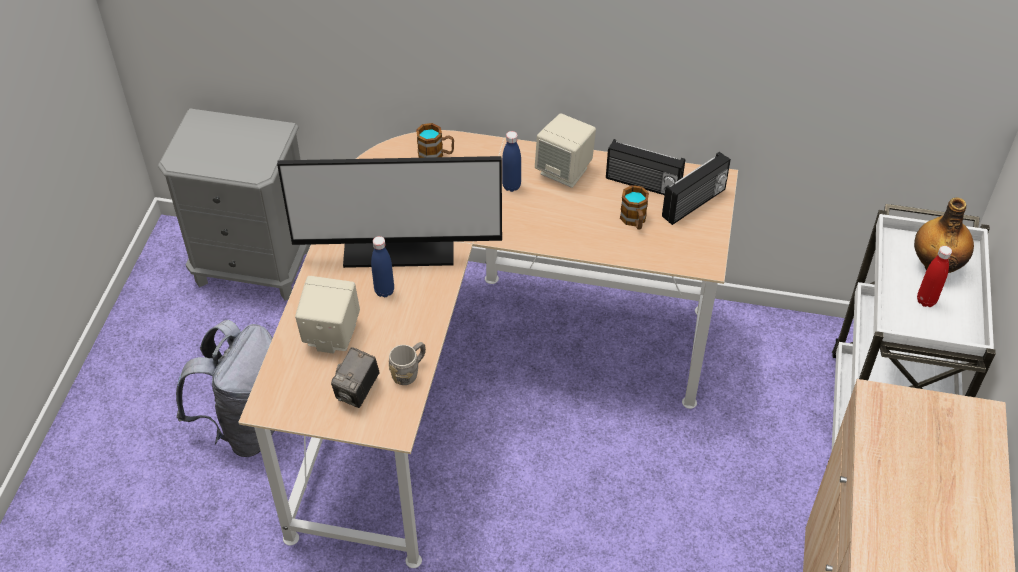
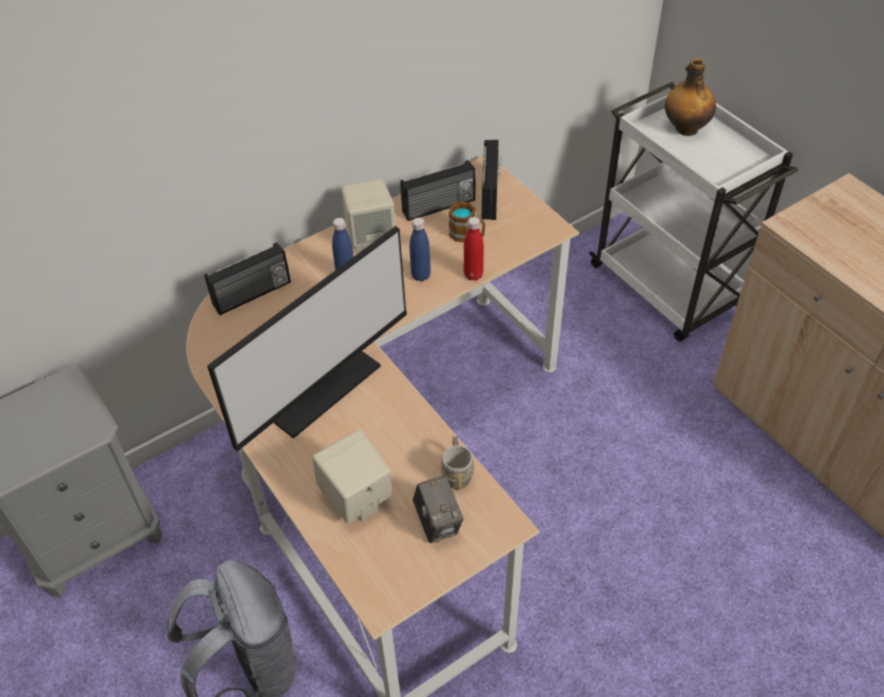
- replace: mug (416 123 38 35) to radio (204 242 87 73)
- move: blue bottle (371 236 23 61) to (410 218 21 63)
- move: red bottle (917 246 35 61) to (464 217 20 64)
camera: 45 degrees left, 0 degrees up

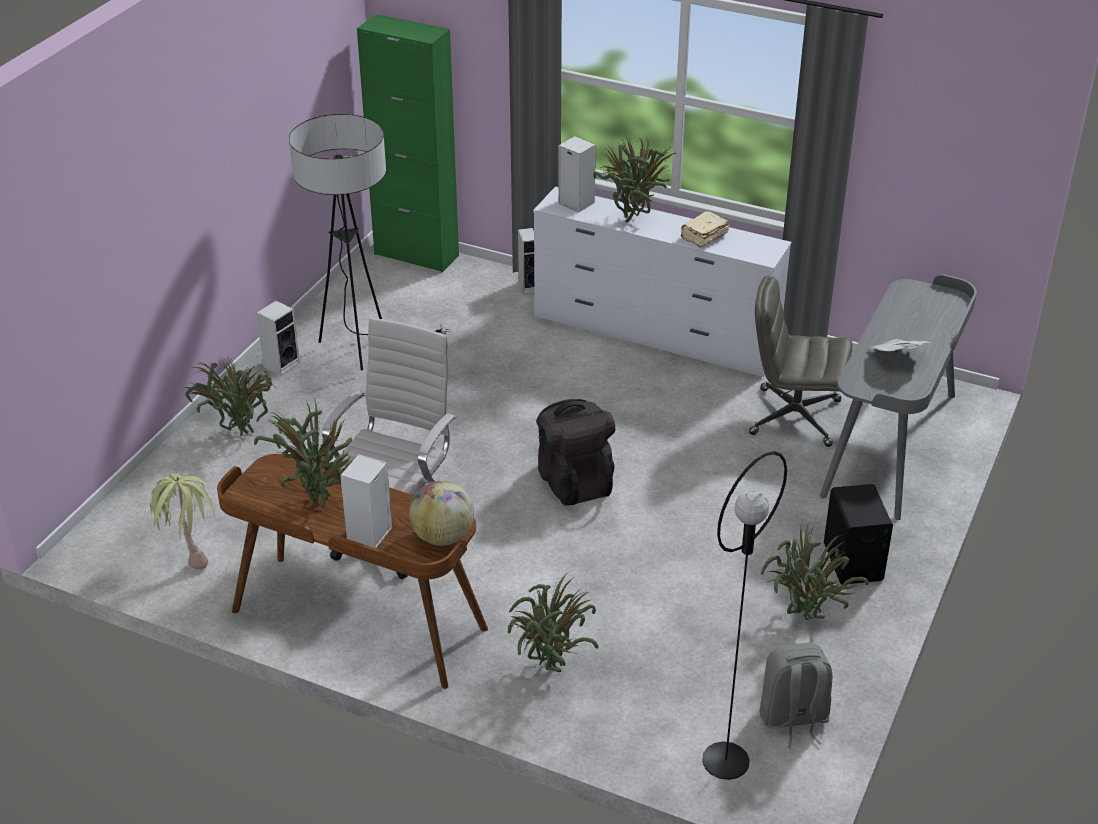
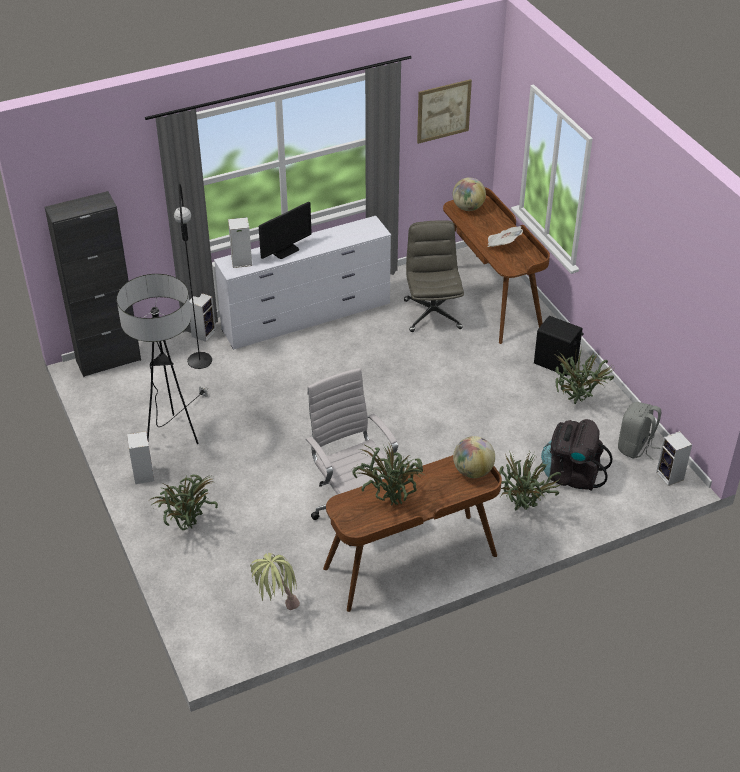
- recolor: green cabinet (357 14 102 259) to black cabinet (45 191 96 186)
- replace: potted plant (593 136 84 86) to monitor (259 202 53 57)
- delete: beige book (681 211 49 37)
- recolor: grey desk (820 274 157 246) to brown desk (443 187 107 157)
- rotate: grey office chair (749 276 104 171) = (404 220 60 112) 120 degrees clockwise
- move: black backpack (536 399 79 107) to (541 419 71 72)
- move: black floor lamp (702 451 85 329) to (174 183 38 186)
- move: speaker (340 454 52 94) to (656 431 36 55)
- insert: picture (417 79 55 65)
- insert: globe (452 177 34 34)
camera: 50 degrees left, 5 degrees up

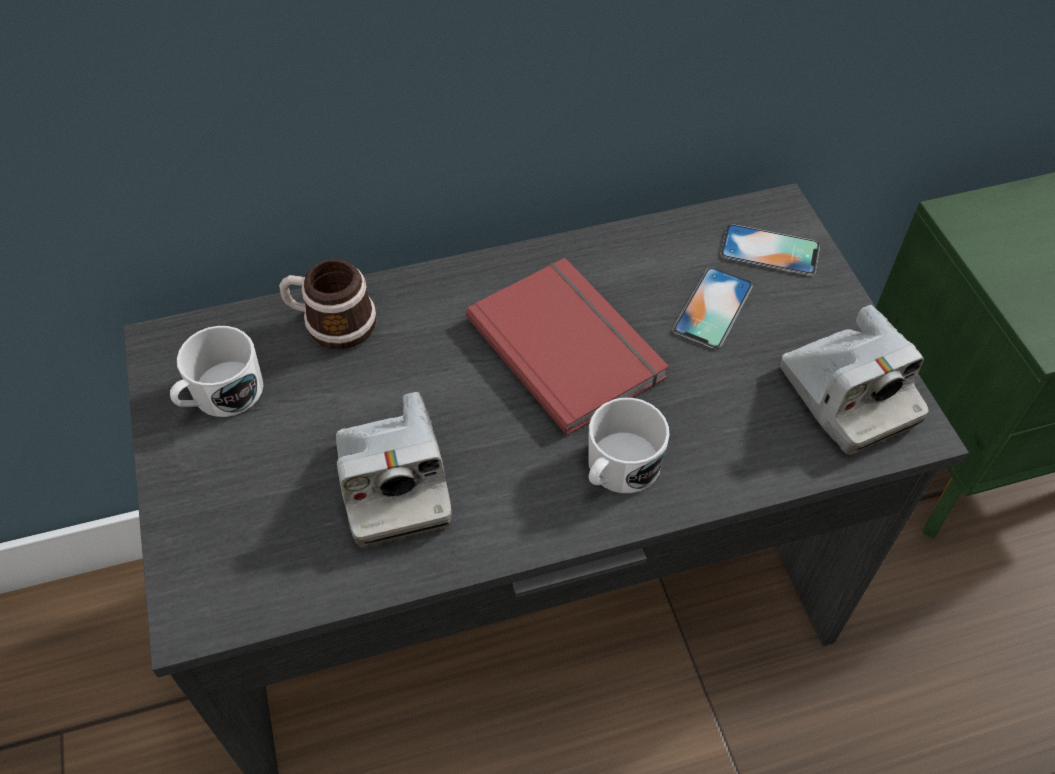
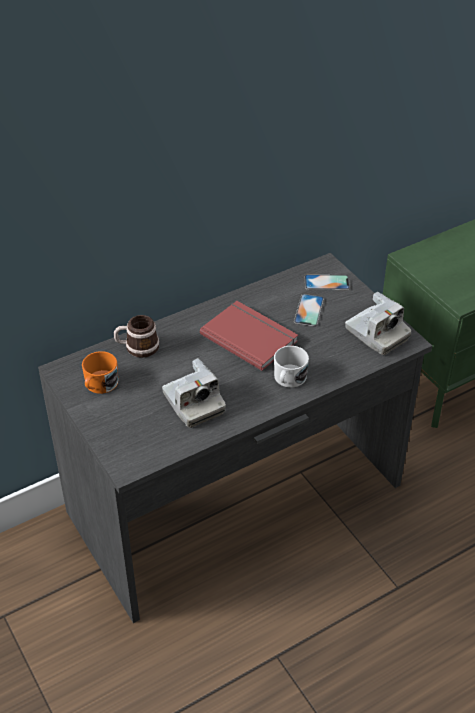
- recolor: white mug (170 326 94 91) to orange mug (82 351 36 43)
camera: 15 degrees left, 10 degrees down

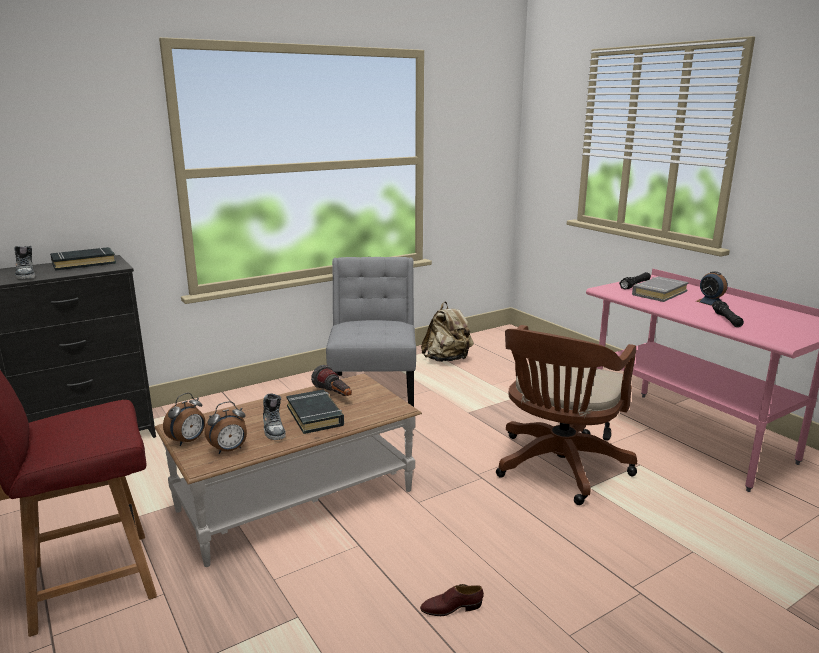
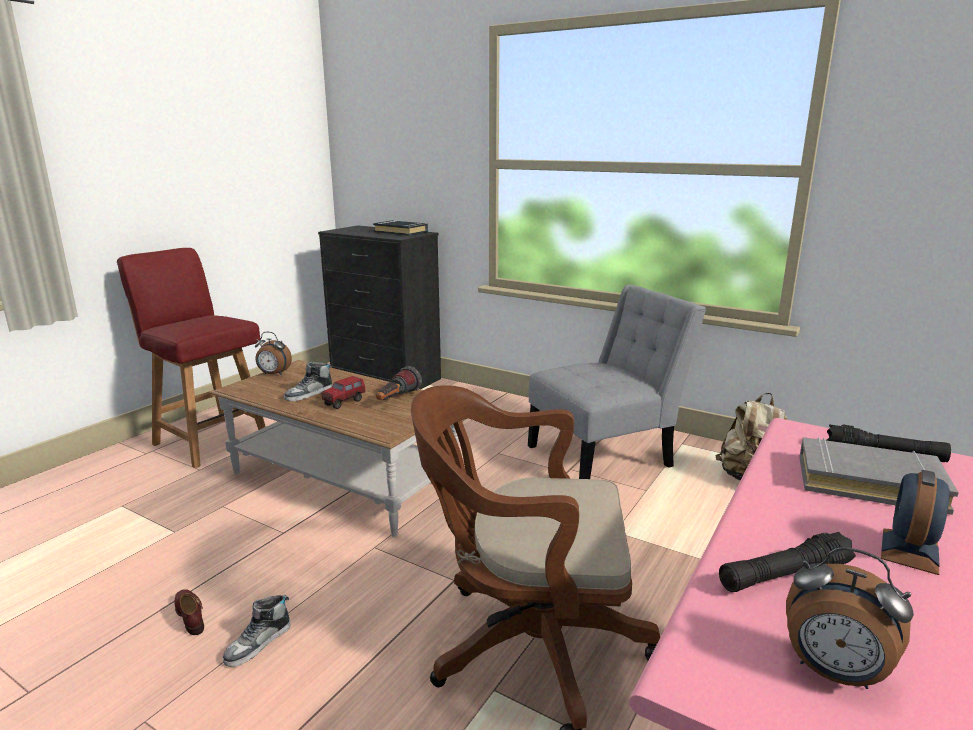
- move: shoe (14 246 21 33) to (223 595 68 72)
- replace: black book (286 390 58 44) to toy truck (322 376 44 33)
- move: alarm clock (205 401 42 53) to (786 547 128 142)
camera: 65 degrees right, 0 degrees up

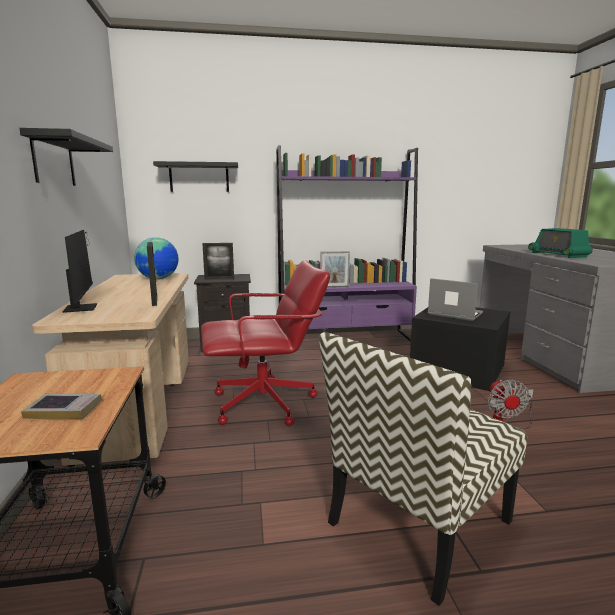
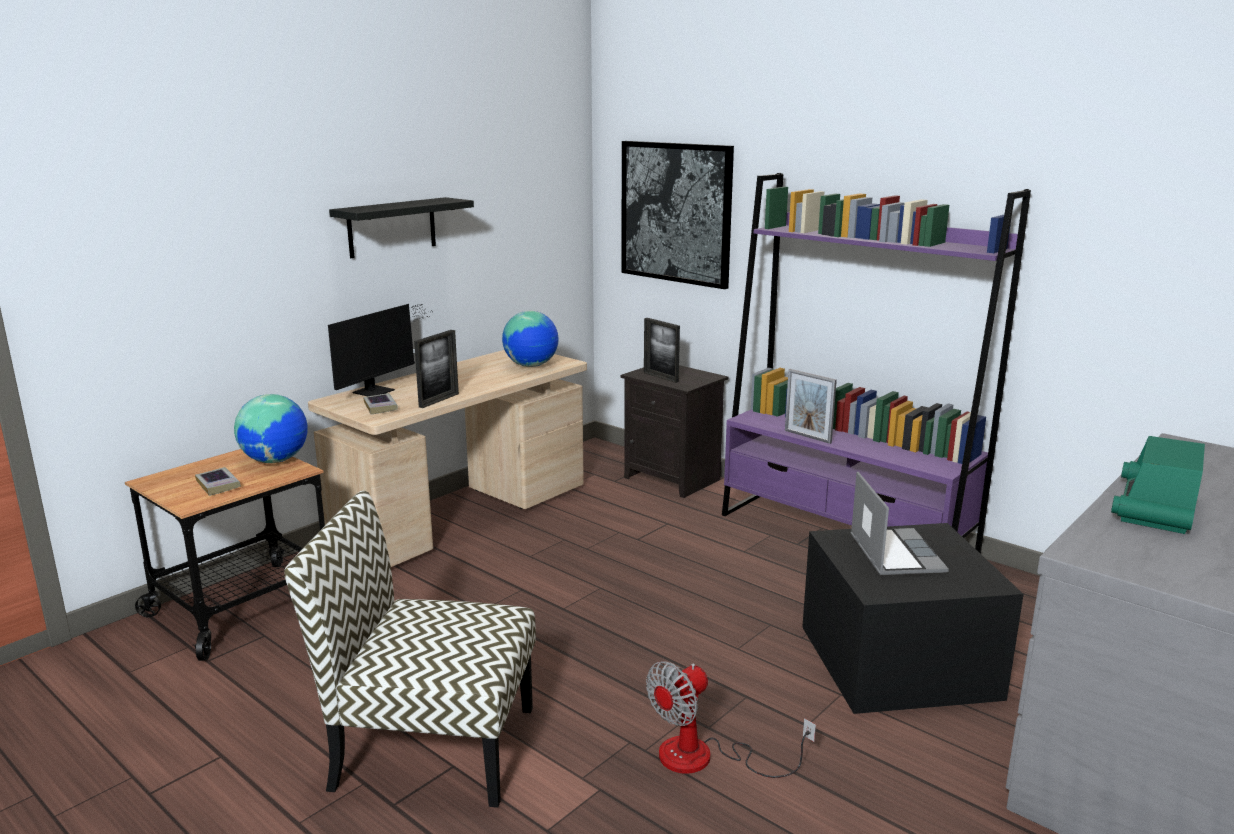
- replace: black shelf (153 161 85 31) to picture (622 141 112 148)
- delete: red office chair (201 260 129 166)
- insert: book (363 393 35 21)
- insert: globe (234 394 74 69)
camera: 50 degrees right, 5 degrees up

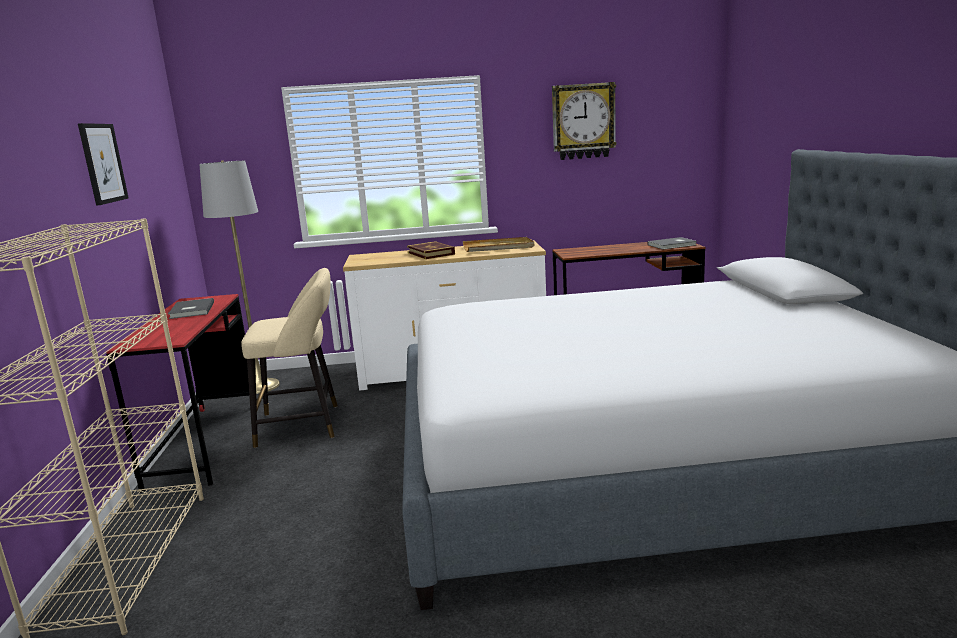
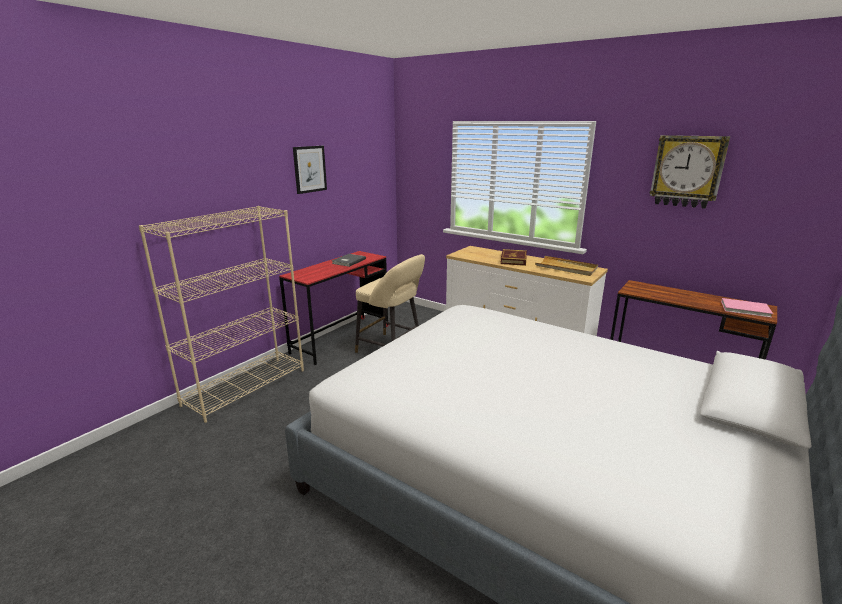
- delete: grey floor lamp (199 160 81 234)
- recolor: grey book (648 237 49 12) to pink book (721 298 52 20)
camera: 40 degrees right, 5 degrees up

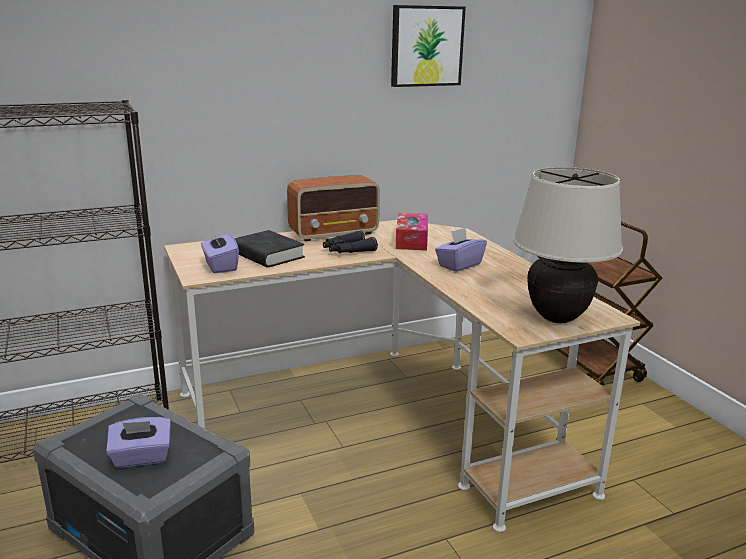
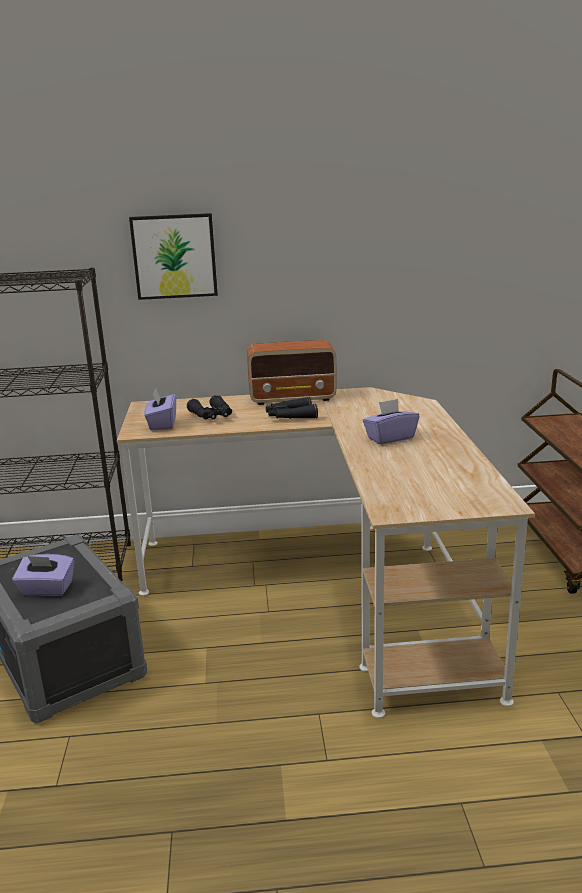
- move: picture (391 5 75 82) to (129 213 89 87)
- delete: beige table lamp (513 167 110 156)
- delete: tissue box (395 213 33 37)
- replace: black book (234 230 71 38) to black binoculars (187 395 45 24)
camera: 20 degrees right, 0 degrees up

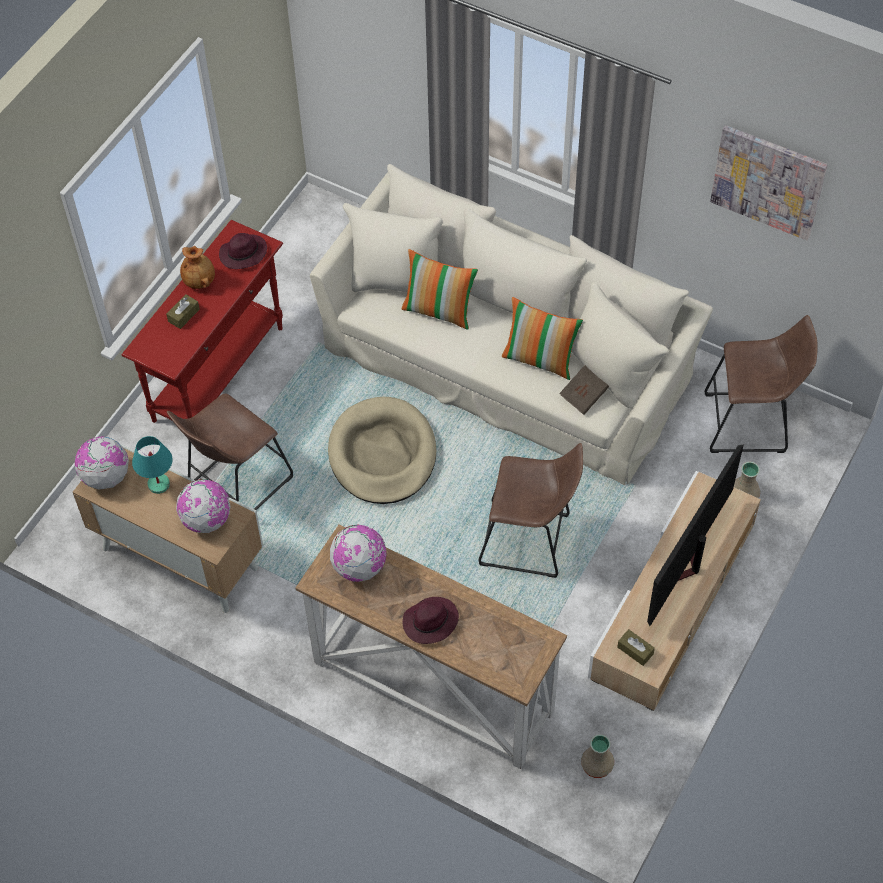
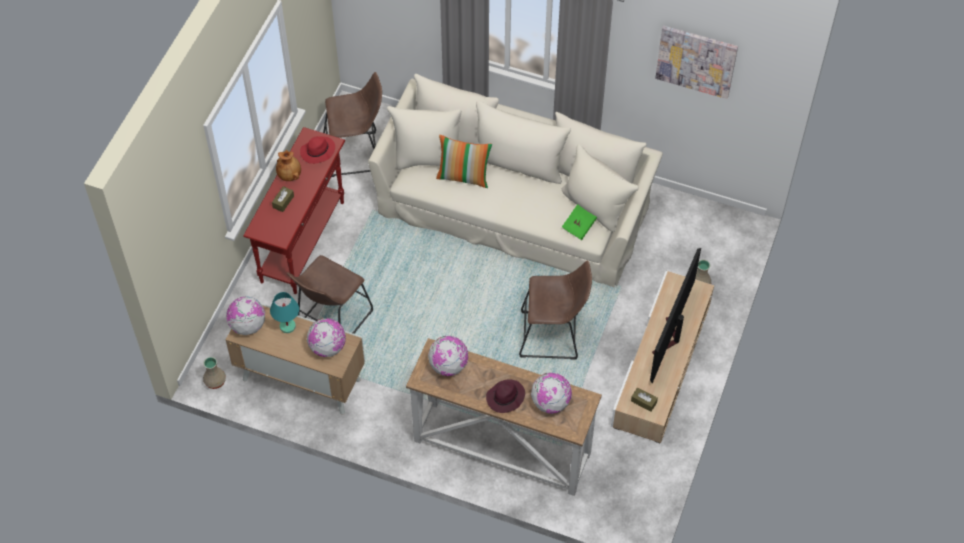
- recolor: purple hat (219 233 48 36) to red hat (300 136 35 28)
- delete: pillow (502 297 81 83)
- move: brown stool (705 315 113 138) to (323 72 59 105)
- recolor: brown book (559 365 50 50) to green book (562 204 35 36)
- delete: beige dog bed (328 397 108 107)
- move: beige vase (581 734 33 44) to (203 357 23 32)
- insert: globe (531 373 41 41)
camera: 10 degrees left, 0 degrees up

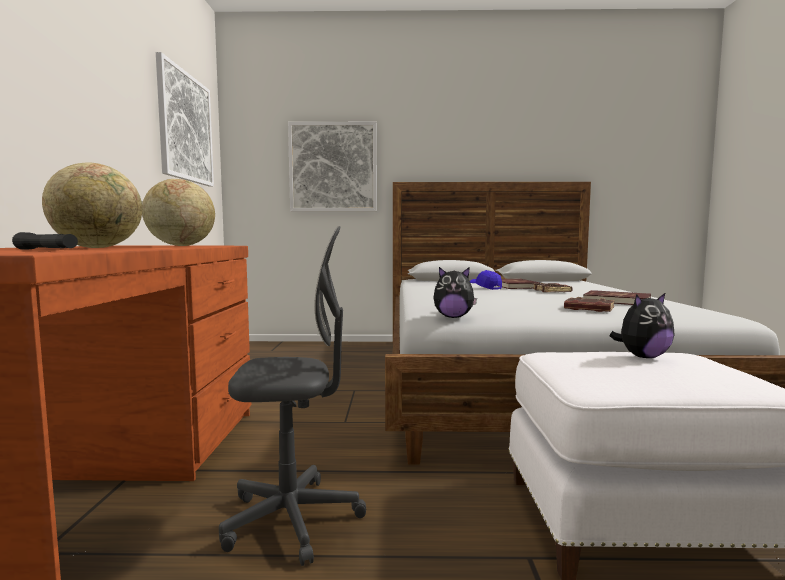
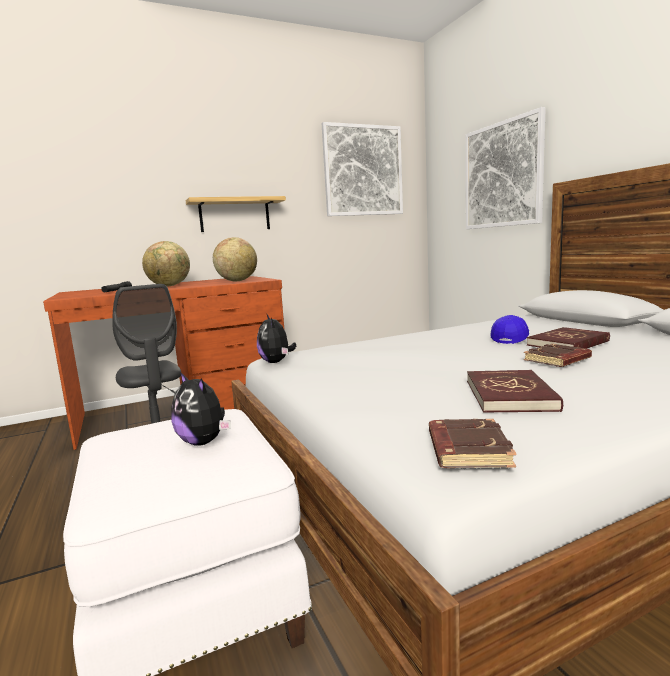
- move: brown book (564 297 50 15) to (429 419 87 49)
- insert: shelf (186 196 100 36)
camera: 65 degrees right, 5 degrees up

